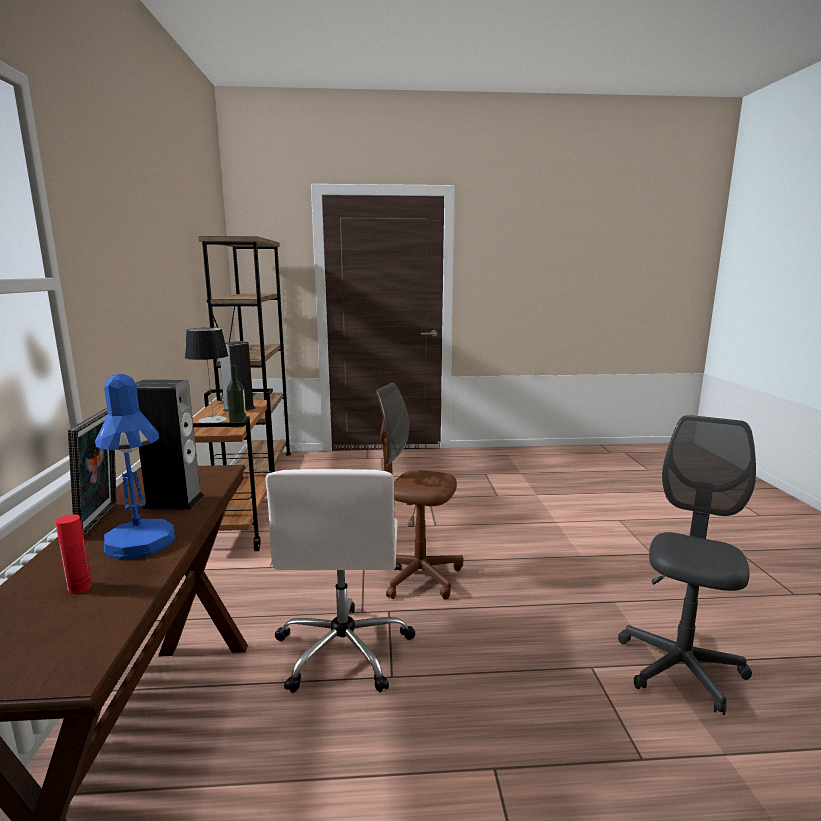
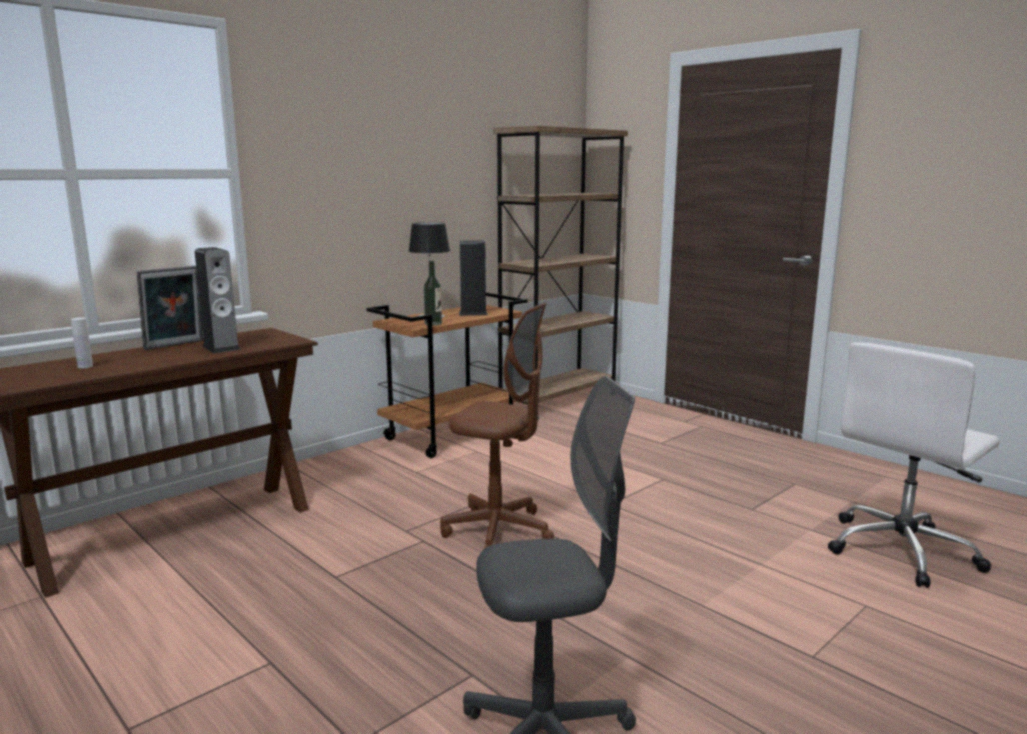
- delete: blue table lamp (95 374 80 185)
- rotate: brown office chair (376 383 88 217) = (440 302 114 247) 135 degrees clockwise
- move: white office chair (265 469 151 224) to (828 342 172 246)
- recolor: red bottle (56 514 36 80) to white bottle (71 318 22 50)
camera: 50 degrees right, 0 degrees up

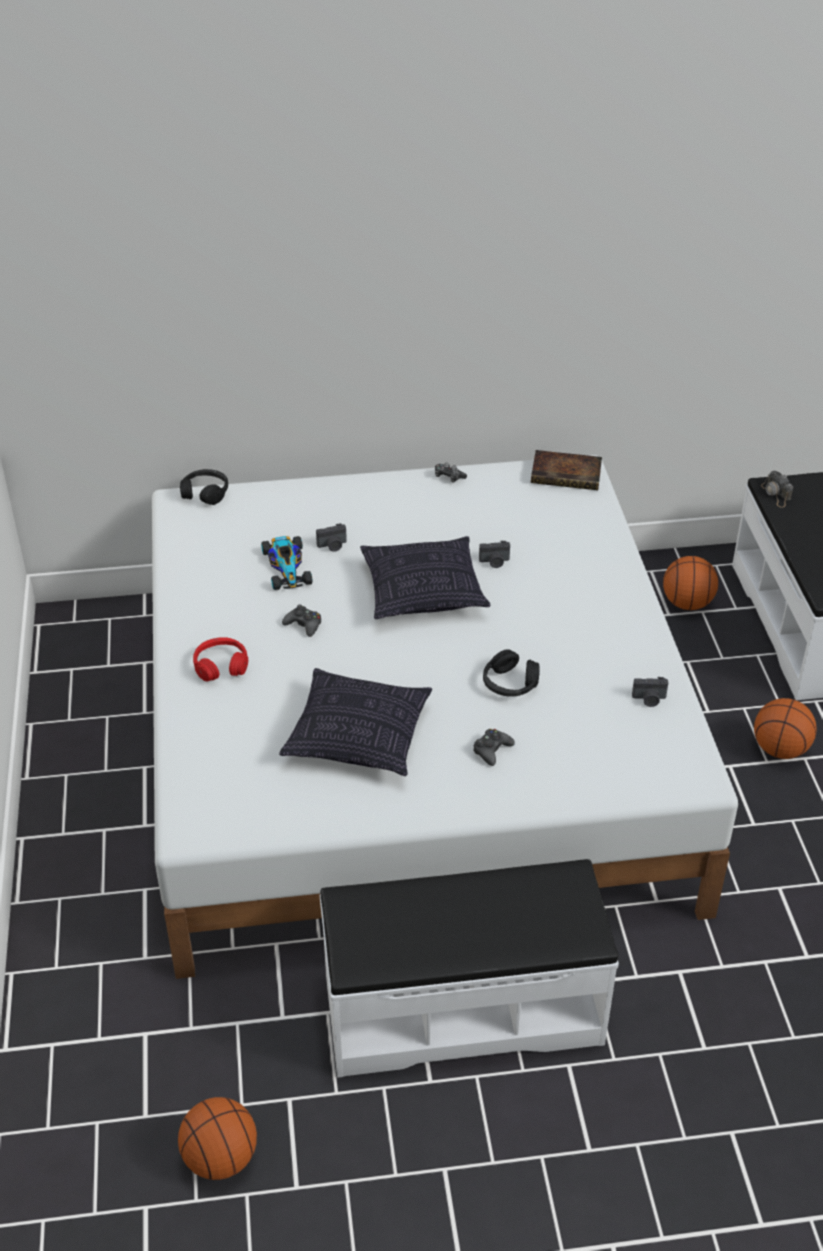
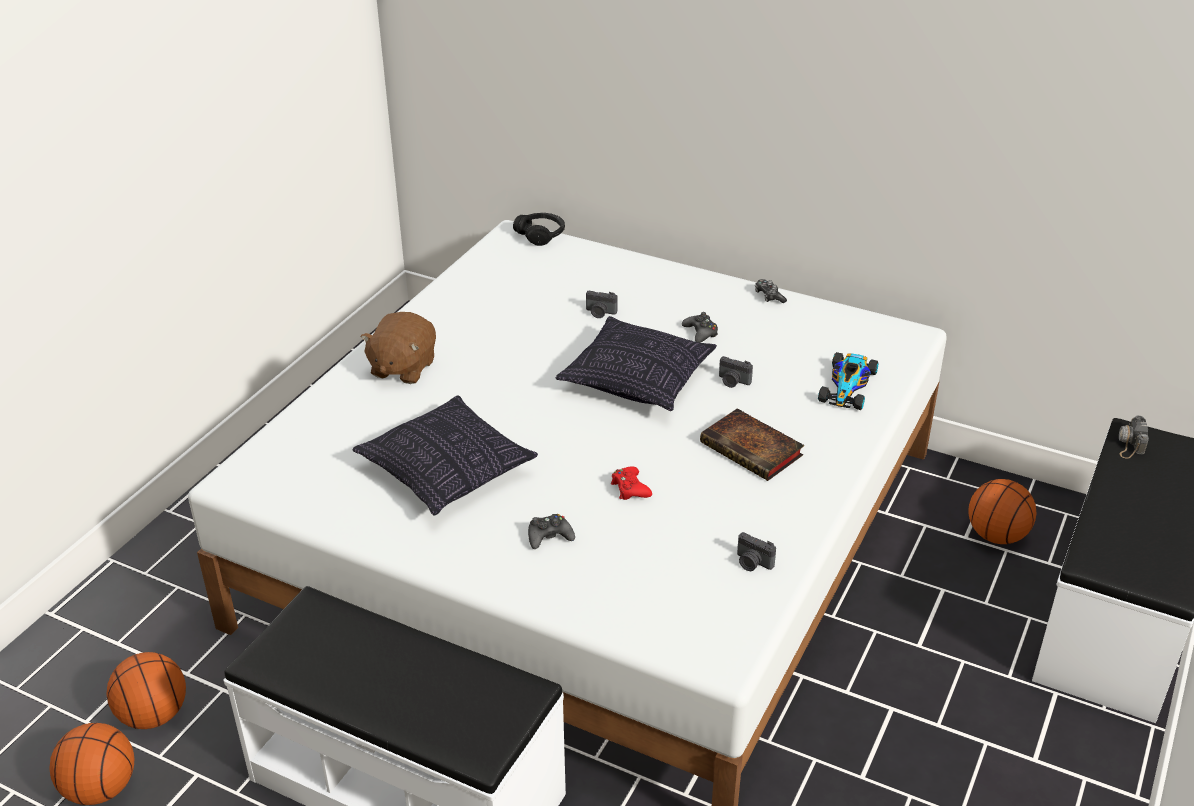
- move: book (531 450 71 40) to (700 408 104 73)
- move: toy car (261 536 52 54) to (818 352 61 58)
- move: black game controller (282 604 39 33) to (682 312 36 30)
- replace: red headphones (193 637 55 44) to brown plush toy (360 312 76 72)
- replace: black headphones (483 649 57 48) to red game controller (611 466 41 34)
- move: basketball (754 698 63 61) to (106 652 80 77)
camera: 35 degrees right, 5 degrees down

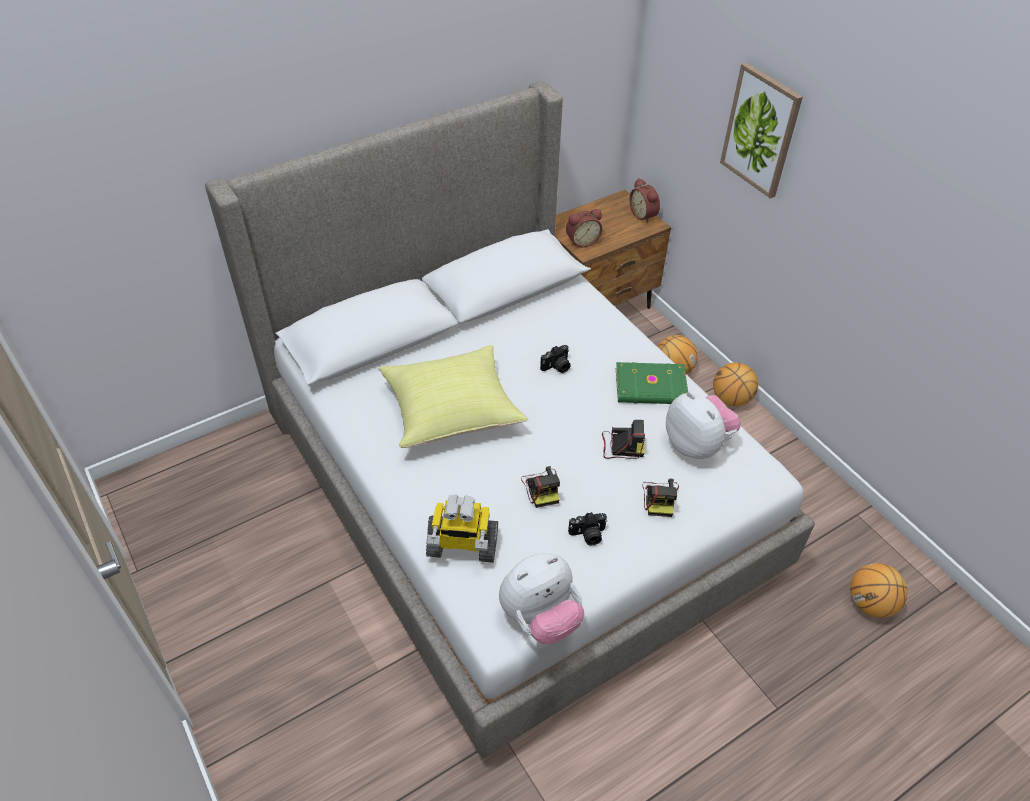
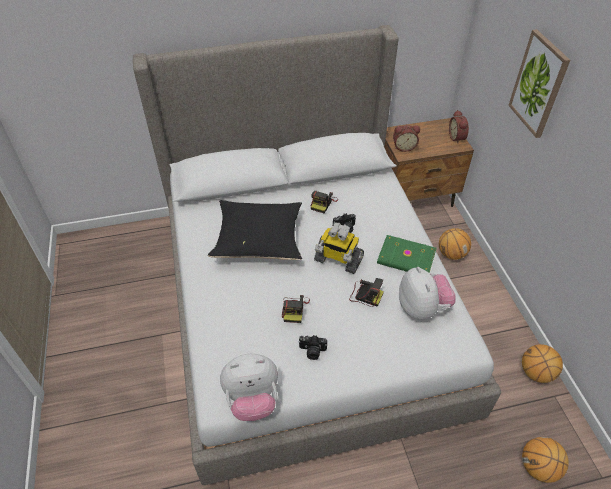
- recolor: yellow pillow (378 345 150 103) to black pillow (208 200 94 60)
- move: basketball (713 362 45 44) to (522 344 41 39)
- move: photo camera (642 479 37 38) to (310 191 28 22)
- move: toy robot (426 495 72 68) to (314 223 50 51)
camera: 20 degrees right, 0 degrees up

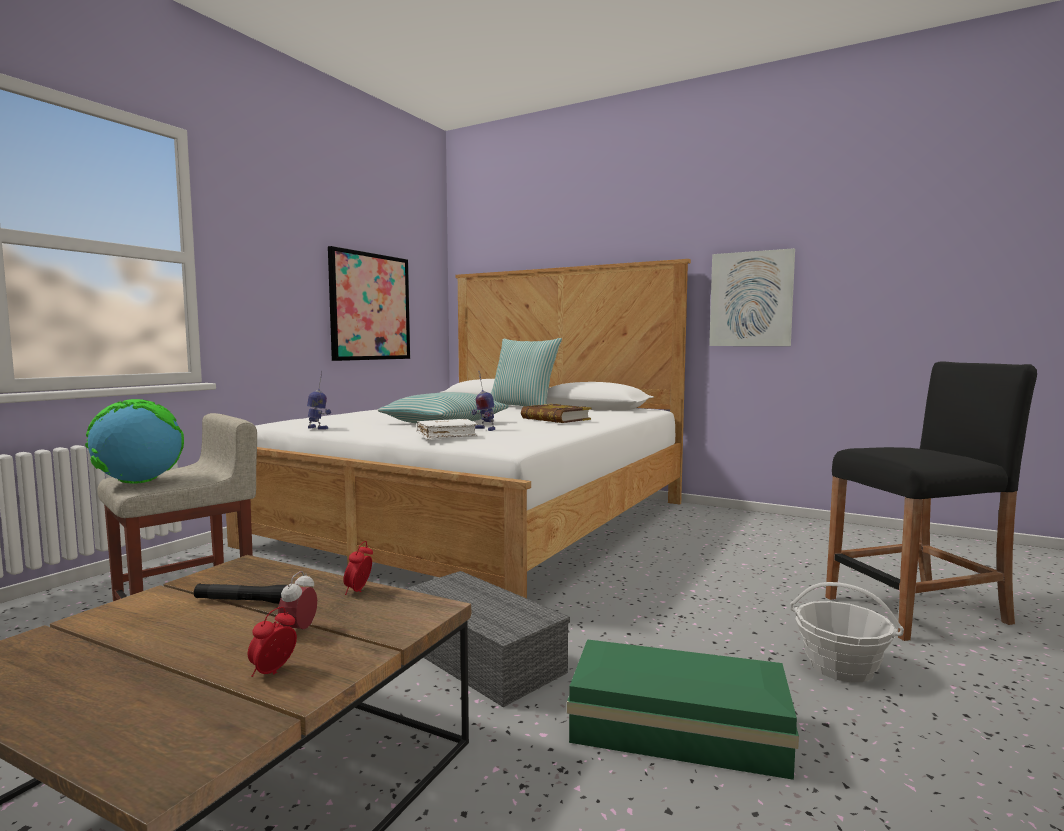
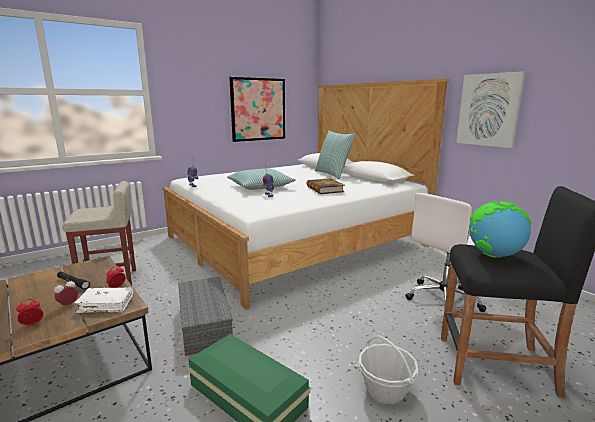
- move: globe (85 399 99 85) to (469 201 62 57)
- move: white book (417 419 61 21) to (74 287 59 26)
- insert: white office chair (405 193 81 119)
camera: 25 degrees right, 10 degrees up

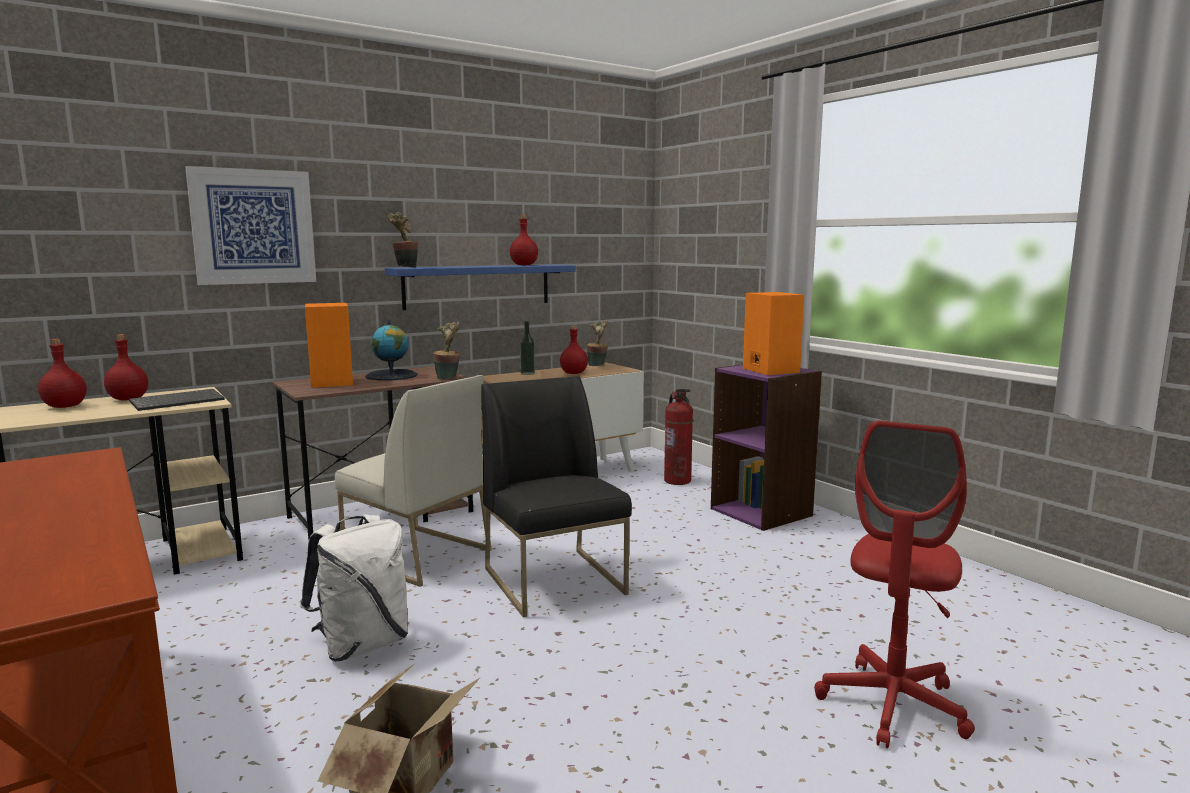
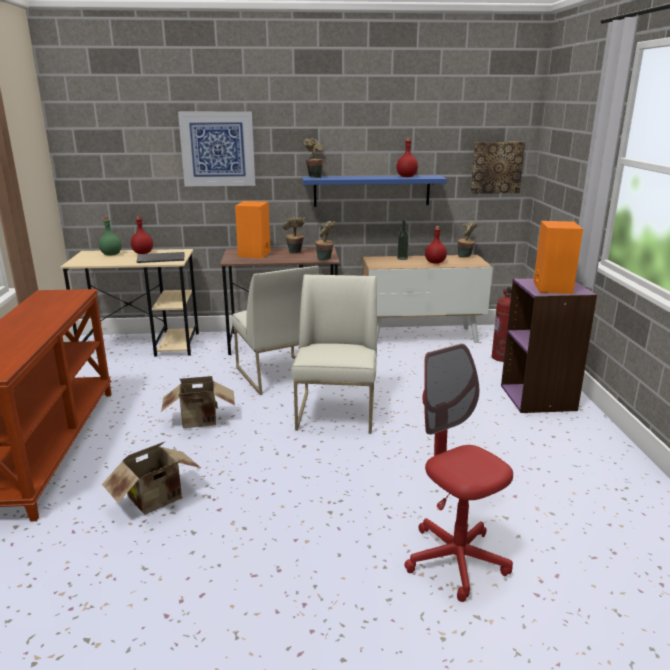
- replace: globe (365 320 52 61) to potted plant (283 217 22 36)
- recolor: red bottle (38 339 49 69) to green bottle (99 217 23 39)
- recolor: black chair (481 376 151 242) to white chair (291 274 86 160)
- rotate: red office chair (814 420 161 328) = (404 343 109 259) 90 degrees clockwise
- replace: white backpack (300 514 108 148) to cardboard box (161 376 74 52)
- insert: picture (471 142 54 52)
camera: 30 degrees right, 10 degrees up

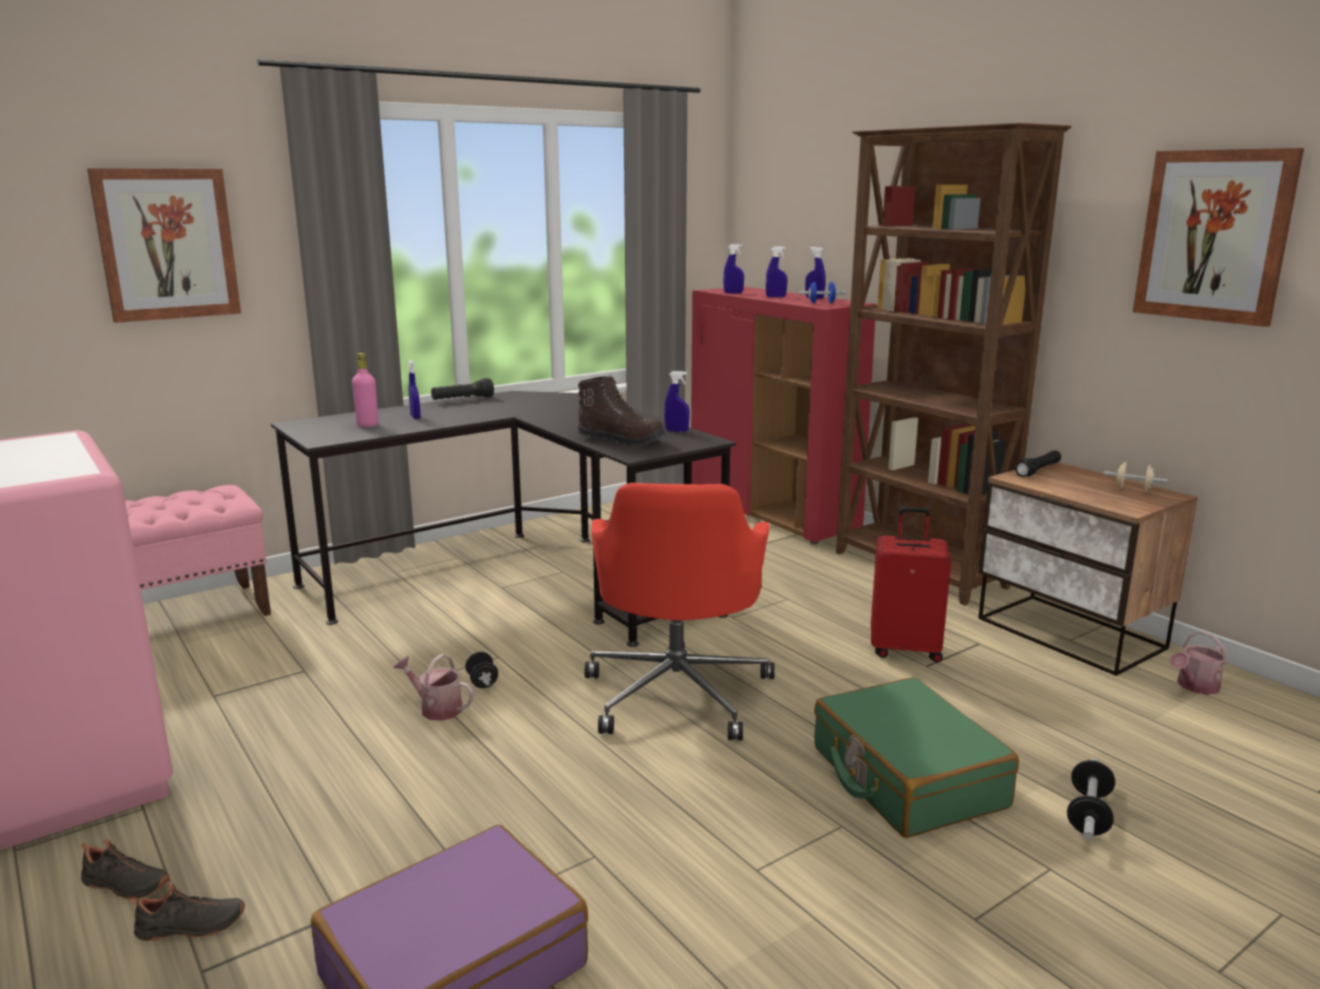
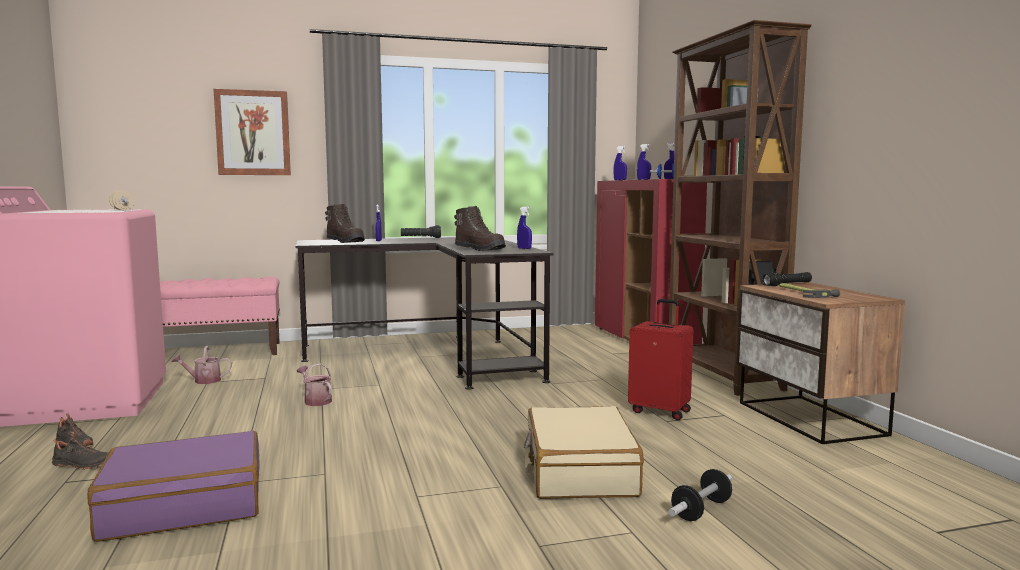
- delete: picture (1133 148 171 179)
- replace: pink bottle (352 353 26 74) to brown boot (325 204 40 39)
- move: beige dumbbell (1103 462 65 30) to (109 191 25 19)
- delete: red office chair (585 483 190 258)
- move: watering can (1170 631 57 64) to (172 346 60 38)
- delete: black dumbbell (466 652 32 36)
- recolor: green suitcase (814 677 205 161) to beige suitcase (524 406 120 93)
- insert: hammer (780 283 60 15)
camera: 20 degrees right, 10 degrees down

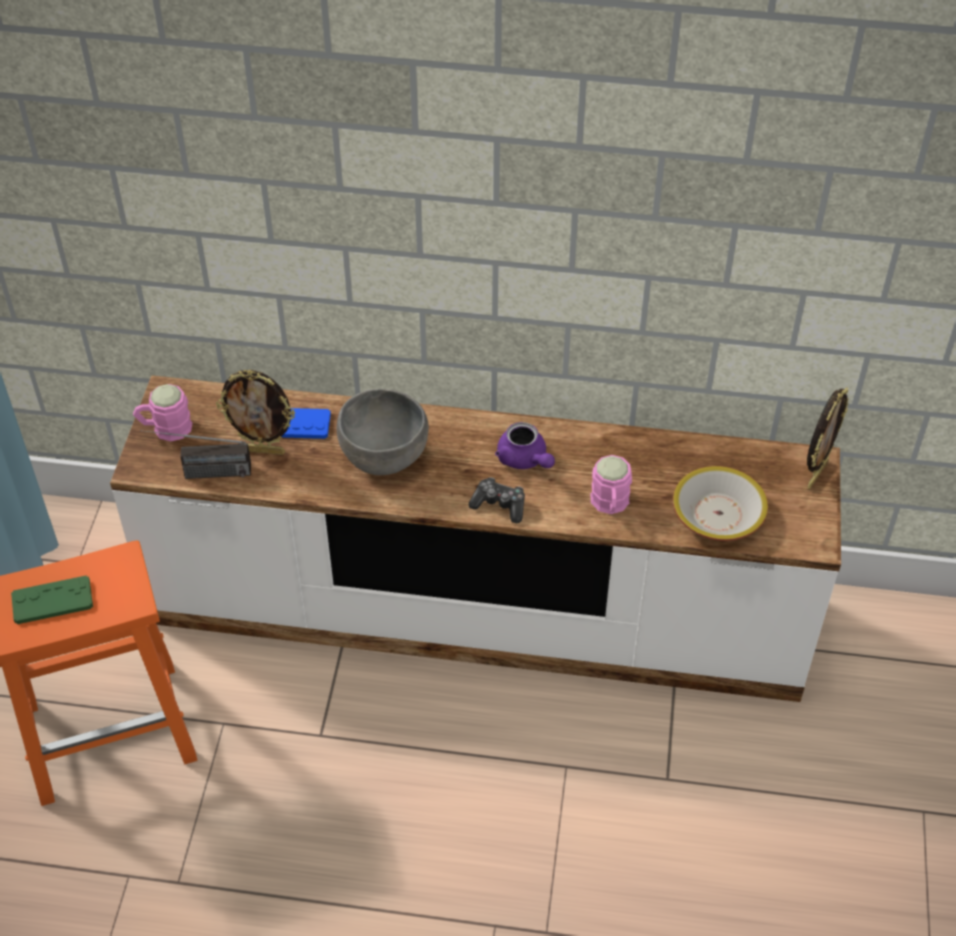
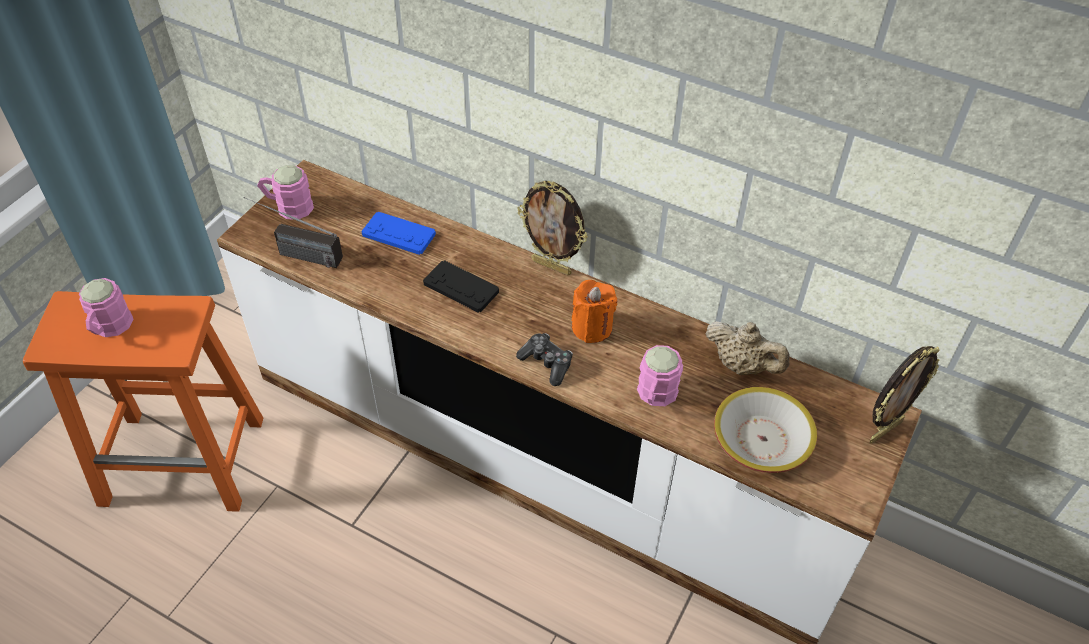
- move: picture frame (216 369 79 86) to (517 181 71 95)
- replace: grey bowl (337 389 92 86) to black game controller (423 260 76 53)
- replace: purple teapot (495 422 60 47) to orange candle (572 280 45 63)
- replace: green game controller (11 575 82 49) to pink mug (79 278 54 59)
- insert: beige teapot (705 321 84 54)
camera: 20 degrees right, 0 degrees up

